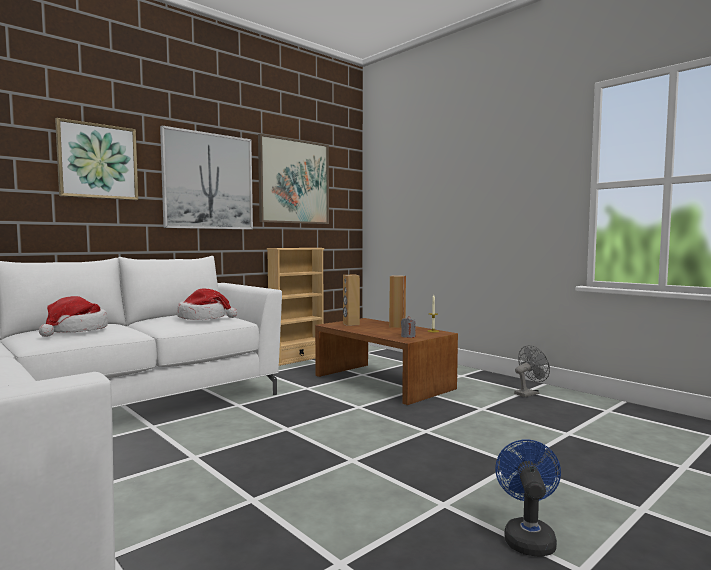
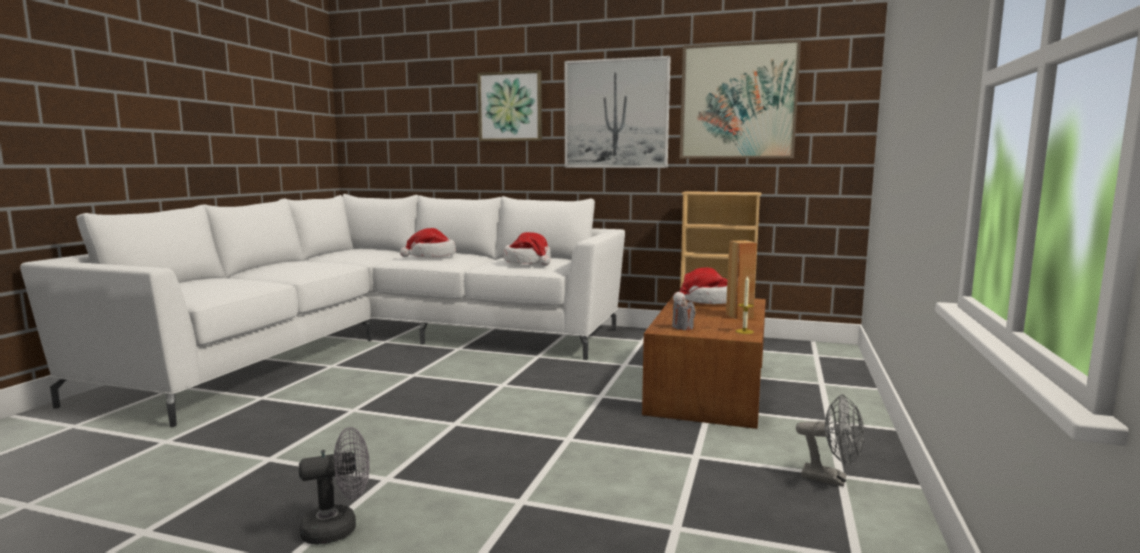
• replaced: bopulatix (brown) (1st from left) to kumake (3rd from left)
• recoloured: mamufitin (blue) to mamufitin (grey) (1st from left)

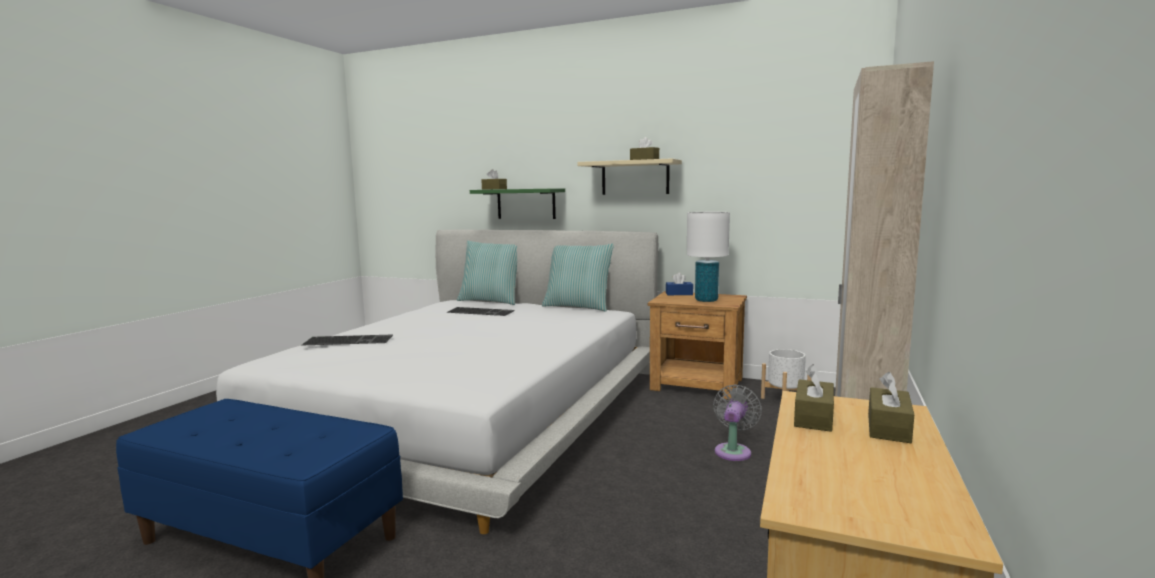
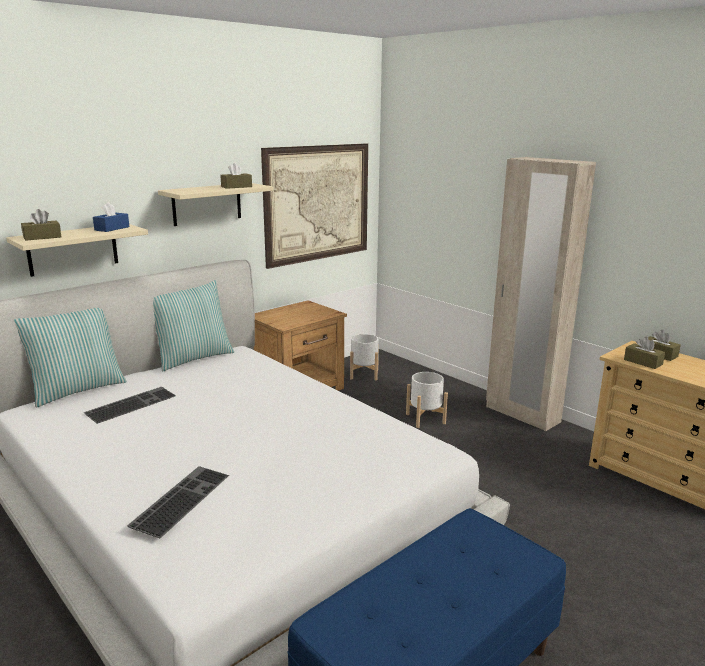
• removed: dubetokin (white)
• added: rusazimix
• moved: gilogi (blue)
• replaced: mamufitin (grey) to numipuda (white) (2nd from left)
• recoloured: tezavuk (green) to tezavuk (beige) (1st from left)

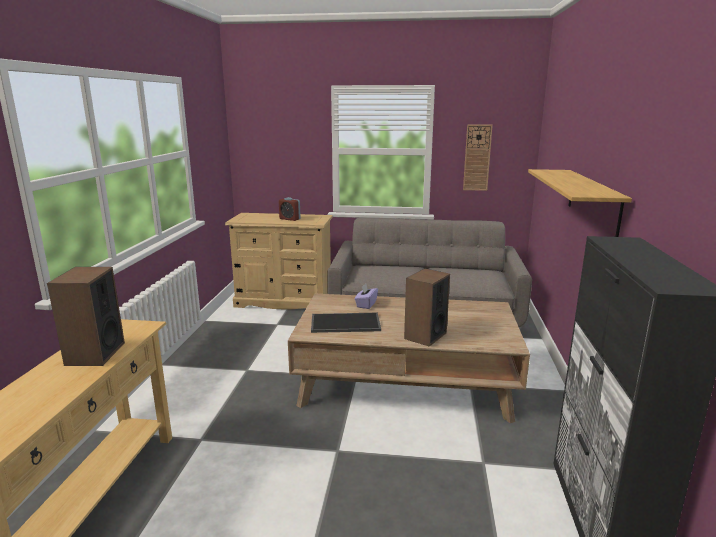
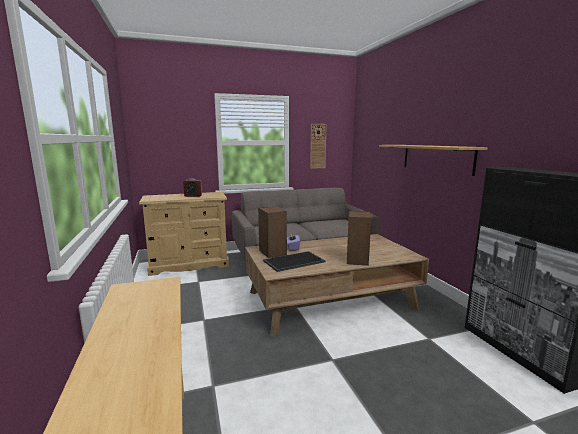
• moved: bopulatix (1st from left)

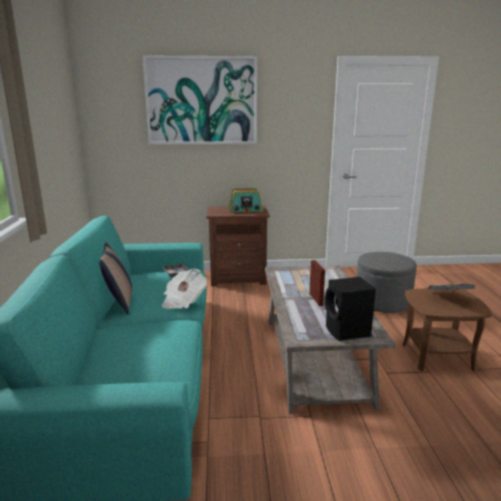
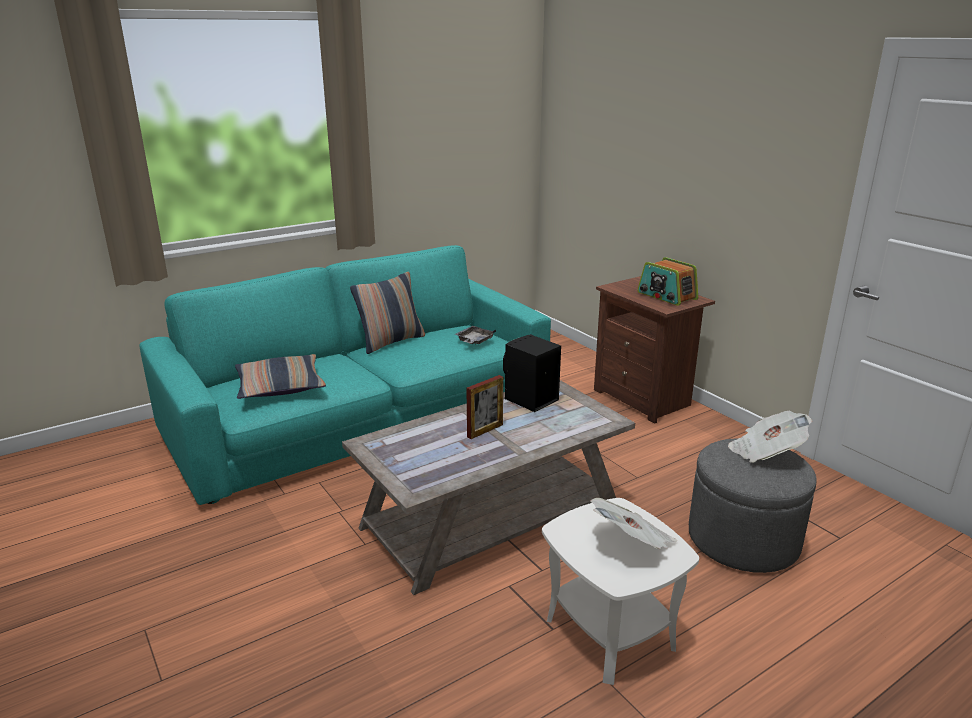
• removed: rusazimix
• added: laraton (1st from left)
• moved: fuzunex (1st from left in the first image) to fuzunex (2nd from left)
• moved: bopulatix (black)
• recoloured: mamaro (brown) to mamaro (white)

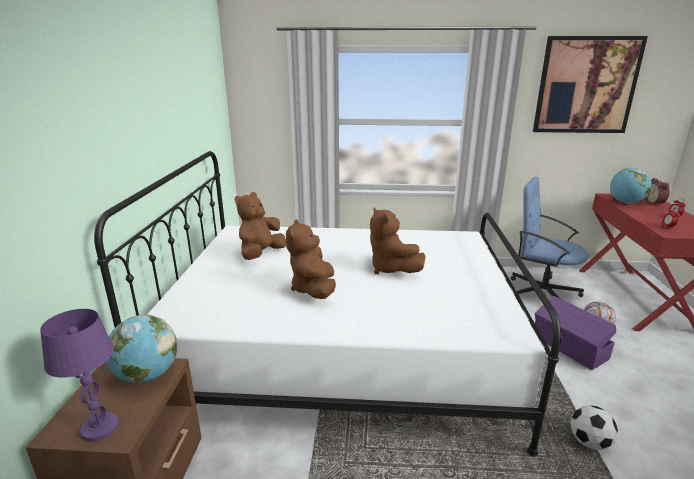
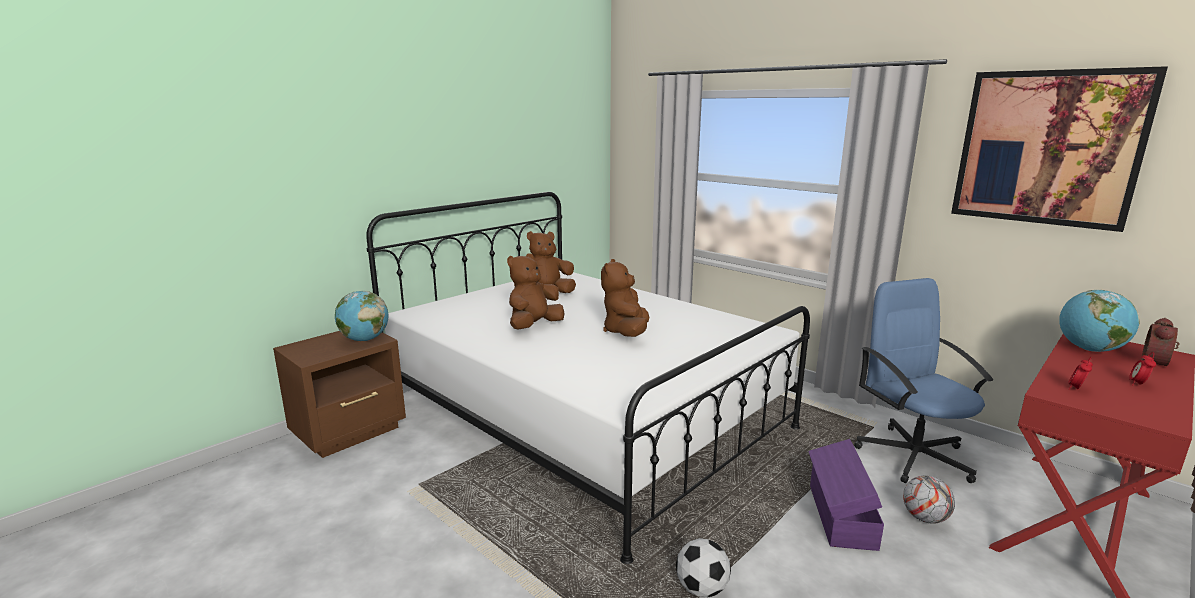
• removed: dubetokin (purple)

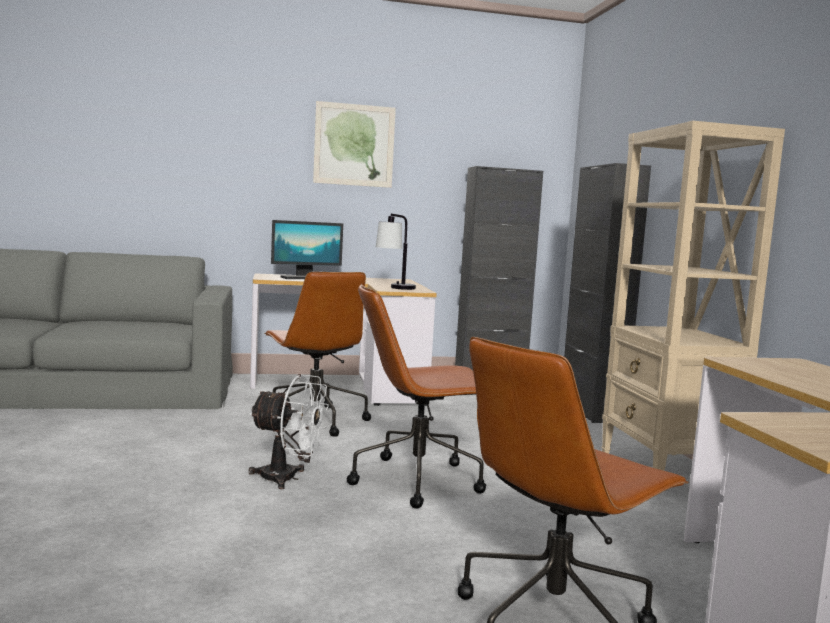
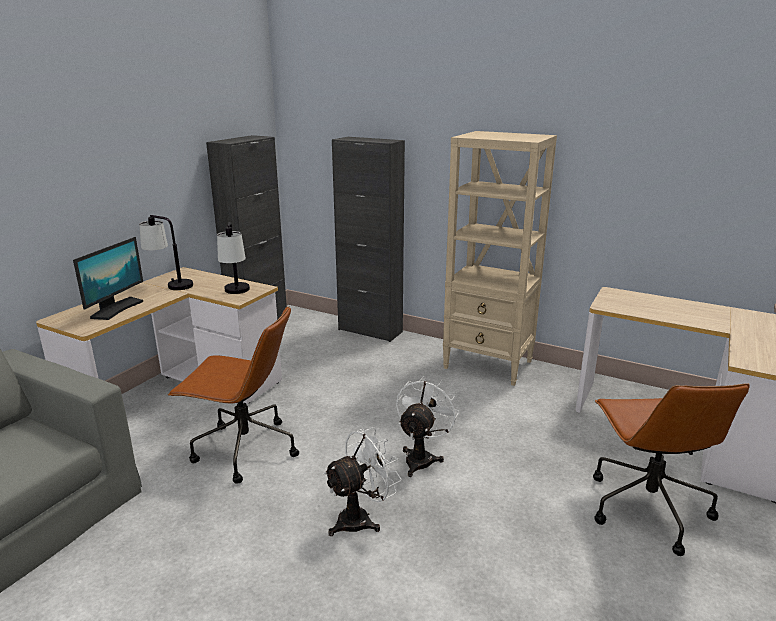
• removed: rusazimix
• added: dubetokin (1st from left)
• replaced: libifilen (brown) (2nd from left) to mamufitin (white) (2nd from left)

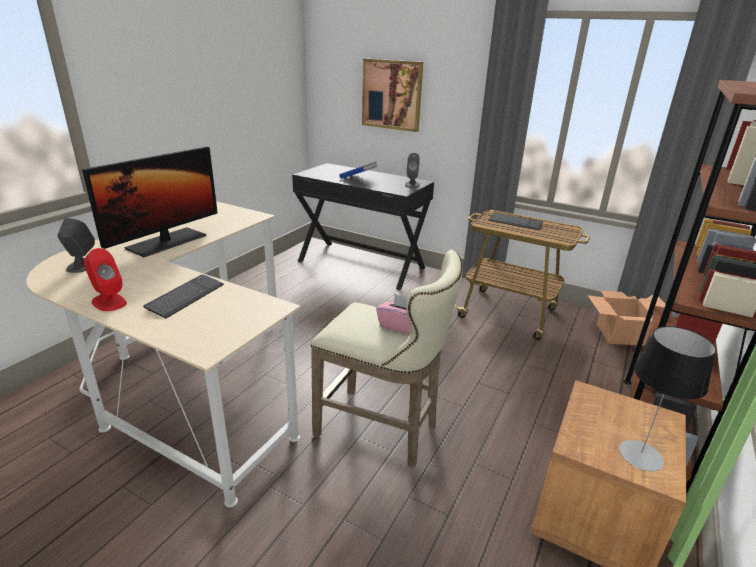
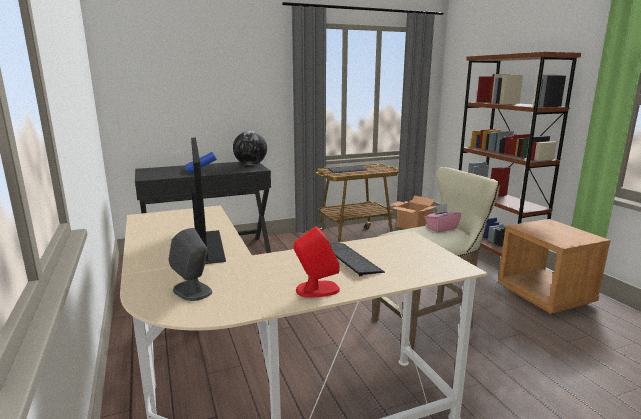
• removed: rusazimix
• removed: dubetokin
• replaced: bopulatix (grey) (2nd from left) to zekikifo

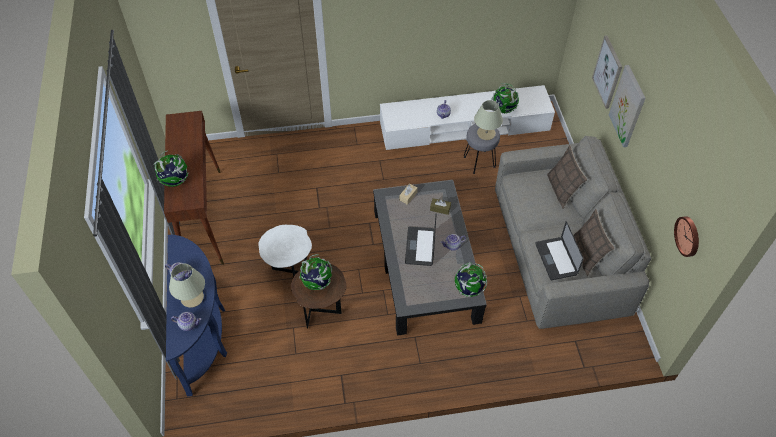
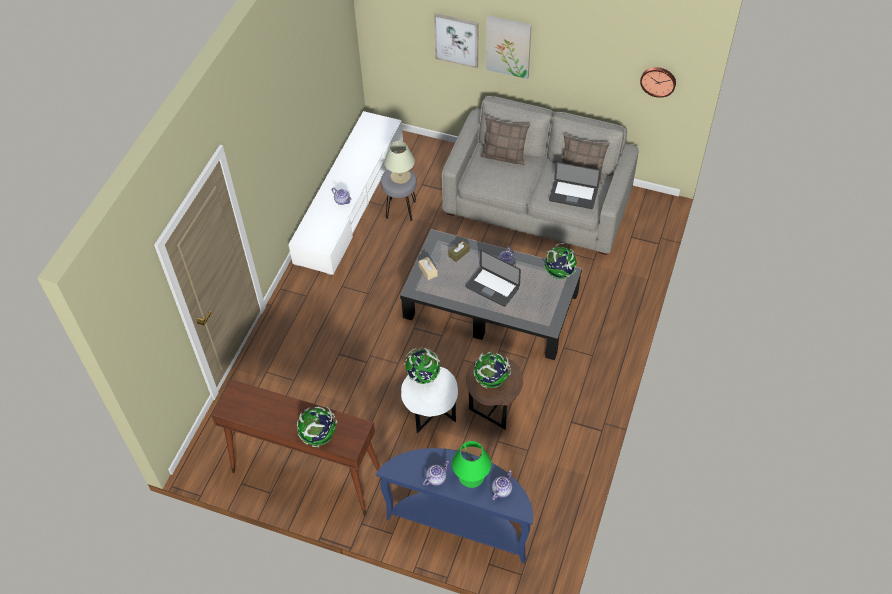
• moved: zekikifo (4th from left in the first image) to zekikifo (2nd from left)
• recoloured: dubetokin (beige) (1st from left) to dubetokin (green)

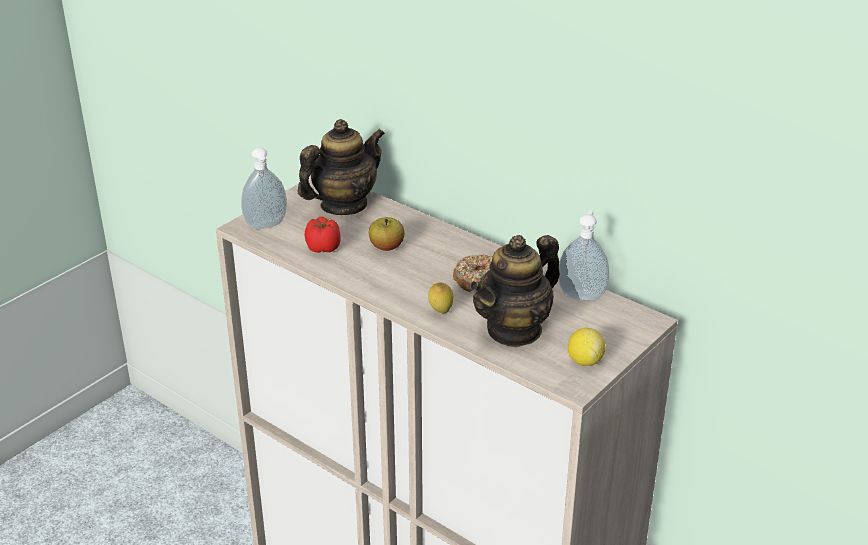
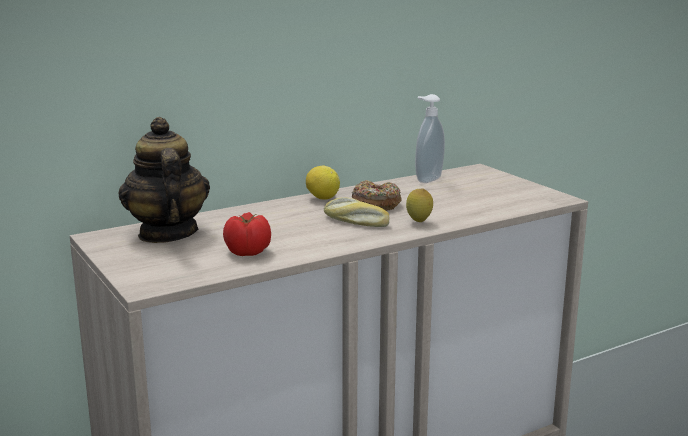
• removed: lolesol (1st from left)
• removed: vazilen
• removed: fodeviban (2nd from left)
• added: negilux
• moved: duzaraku (2nd from left in the first image) to duzaraku (1st from left)

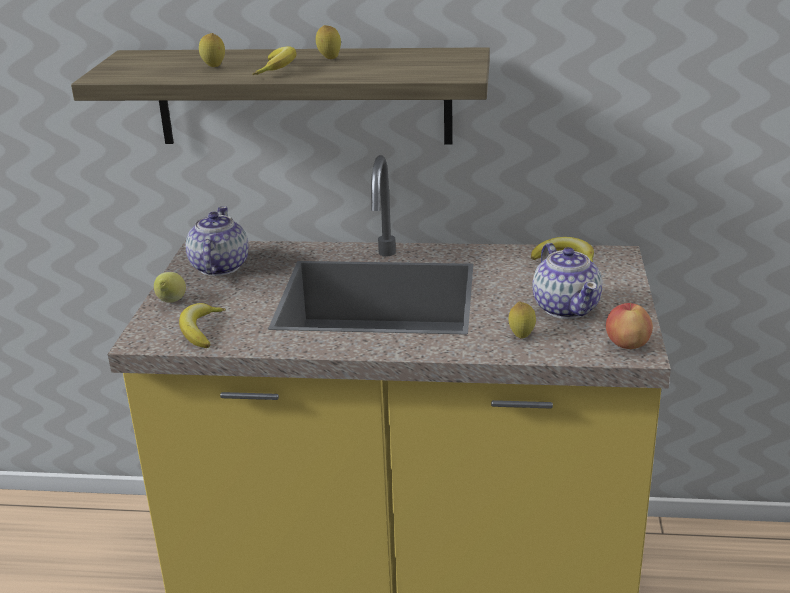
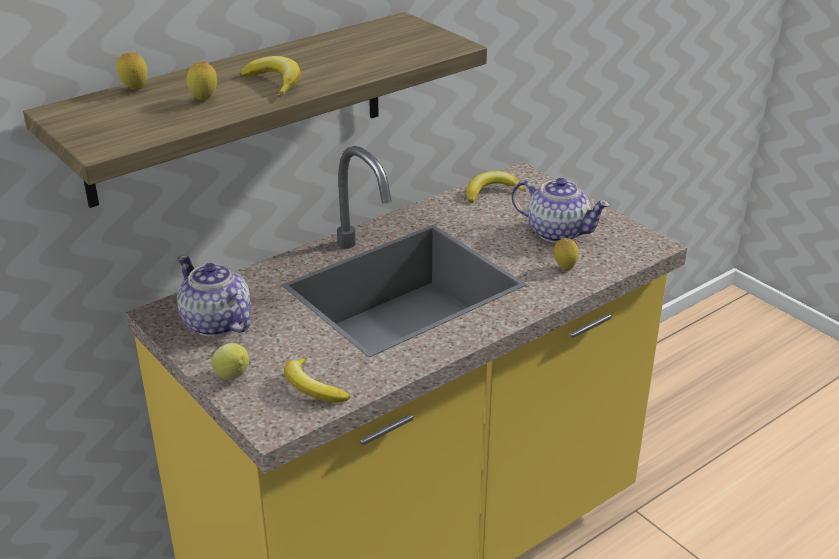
• removed: vazilen
• moved: duzaraku (3rd from left in the first image) to duzaraku (1st from left)

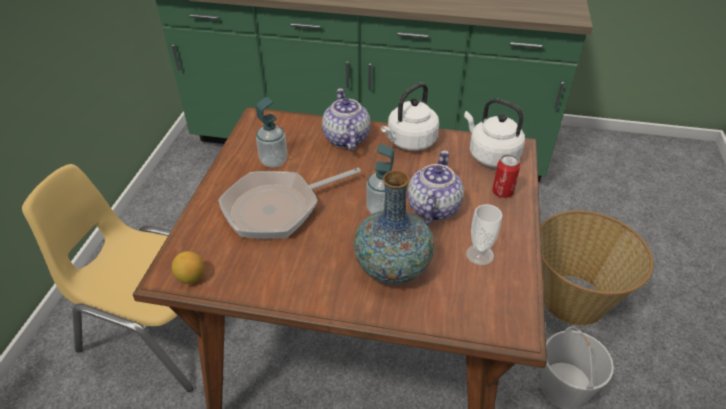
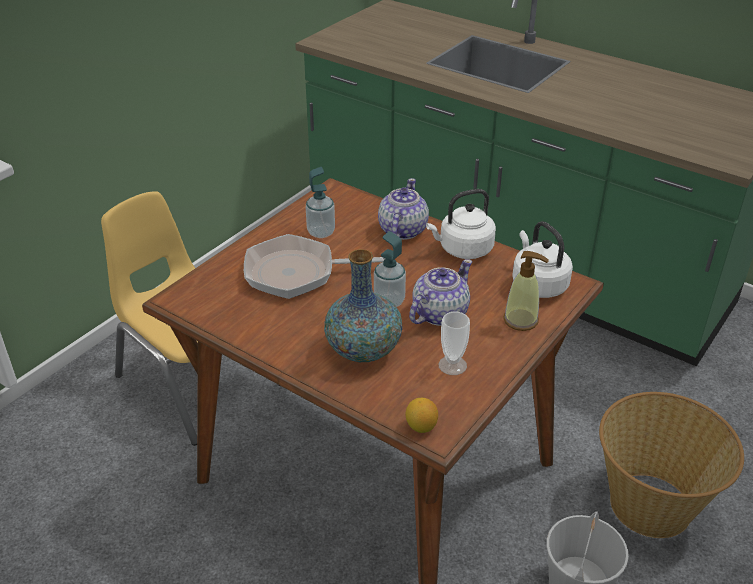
• moved: duzaraku
• replaced: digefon to lolesol (3rd from left)

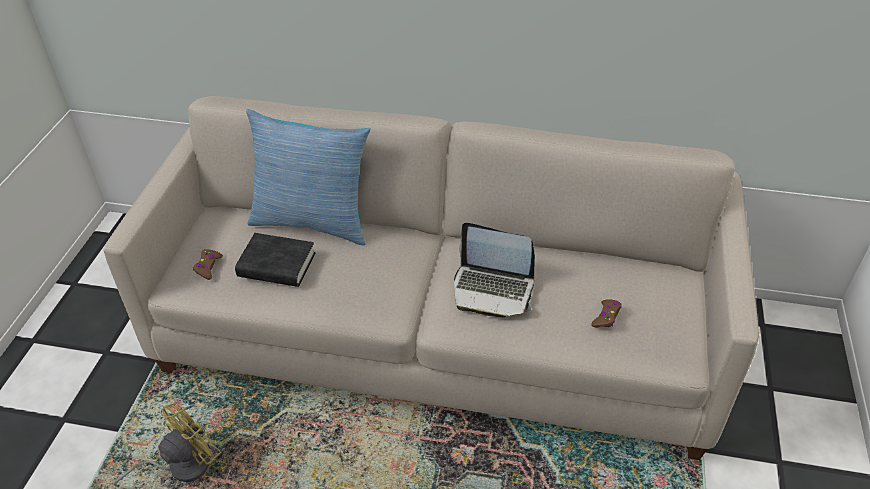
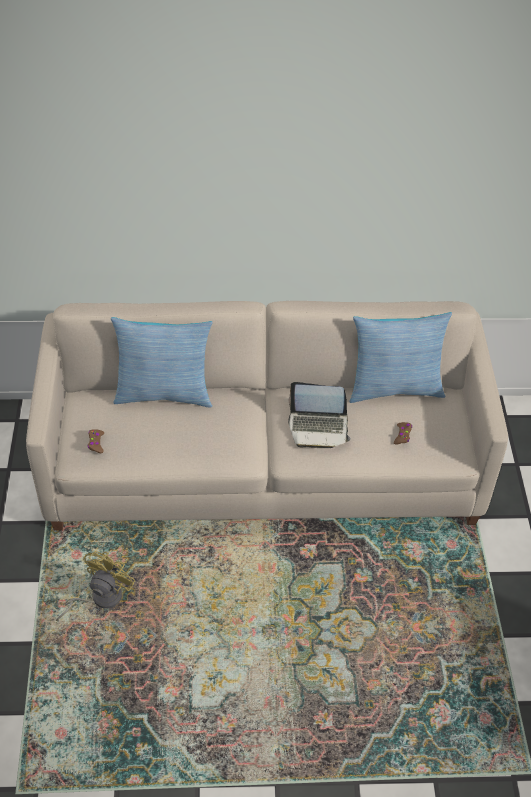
• removed: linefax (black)
• added: laraton (2nd from left)

